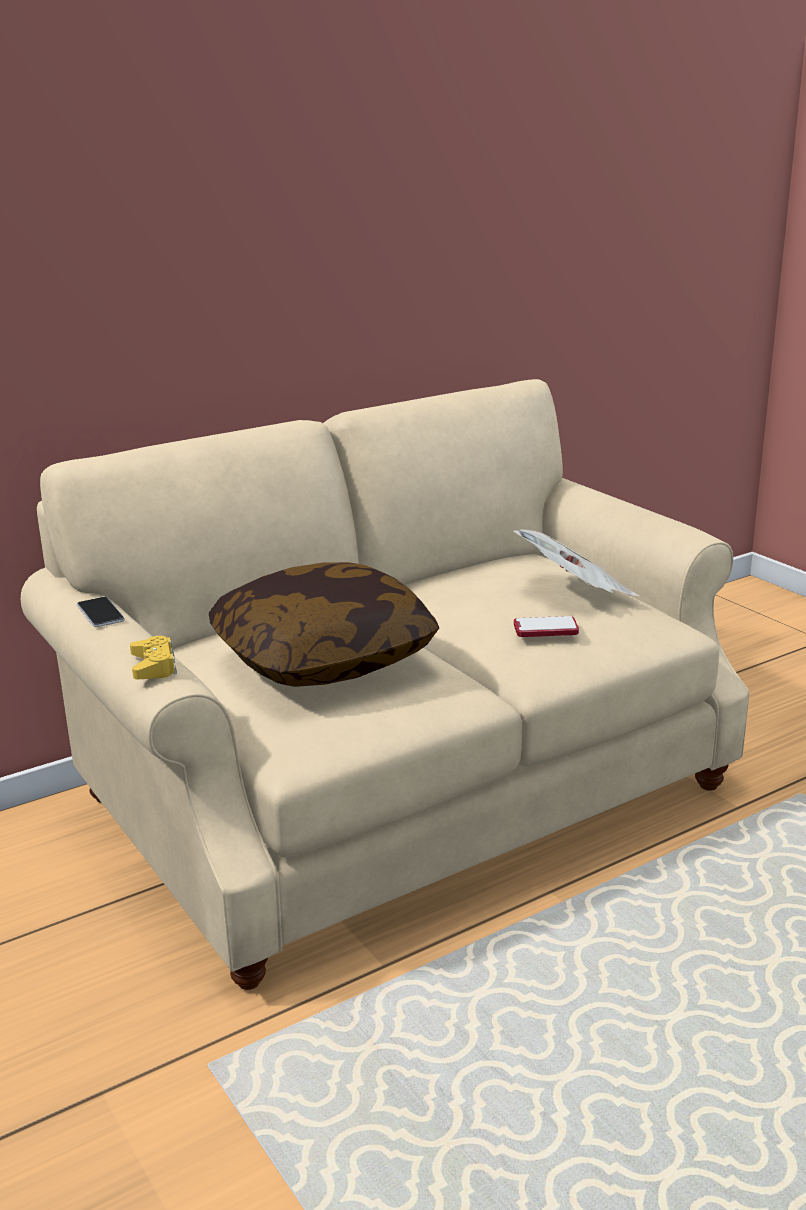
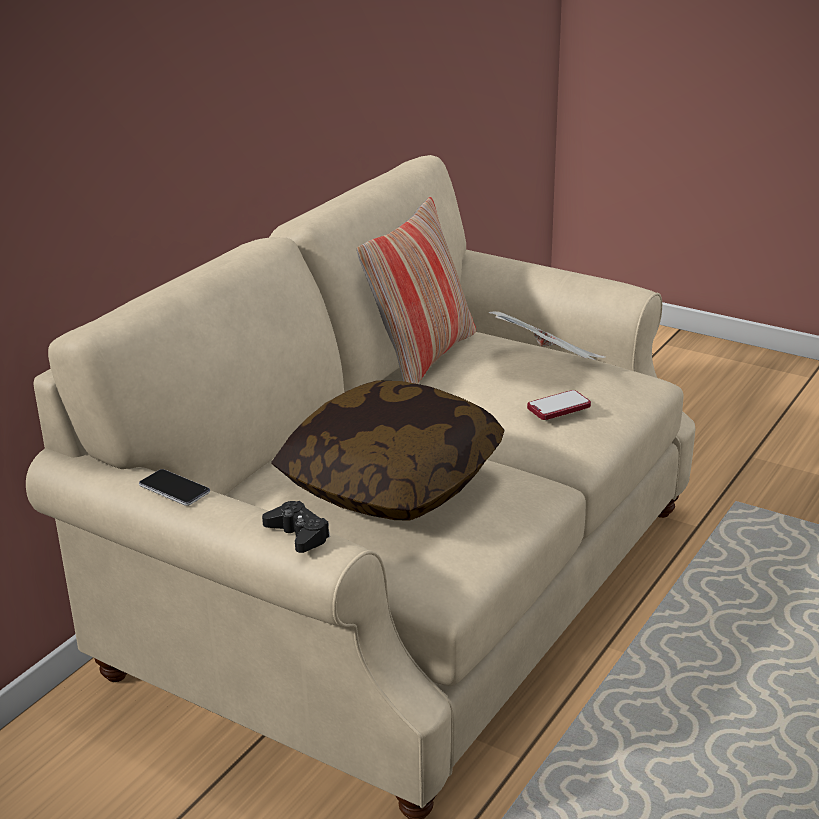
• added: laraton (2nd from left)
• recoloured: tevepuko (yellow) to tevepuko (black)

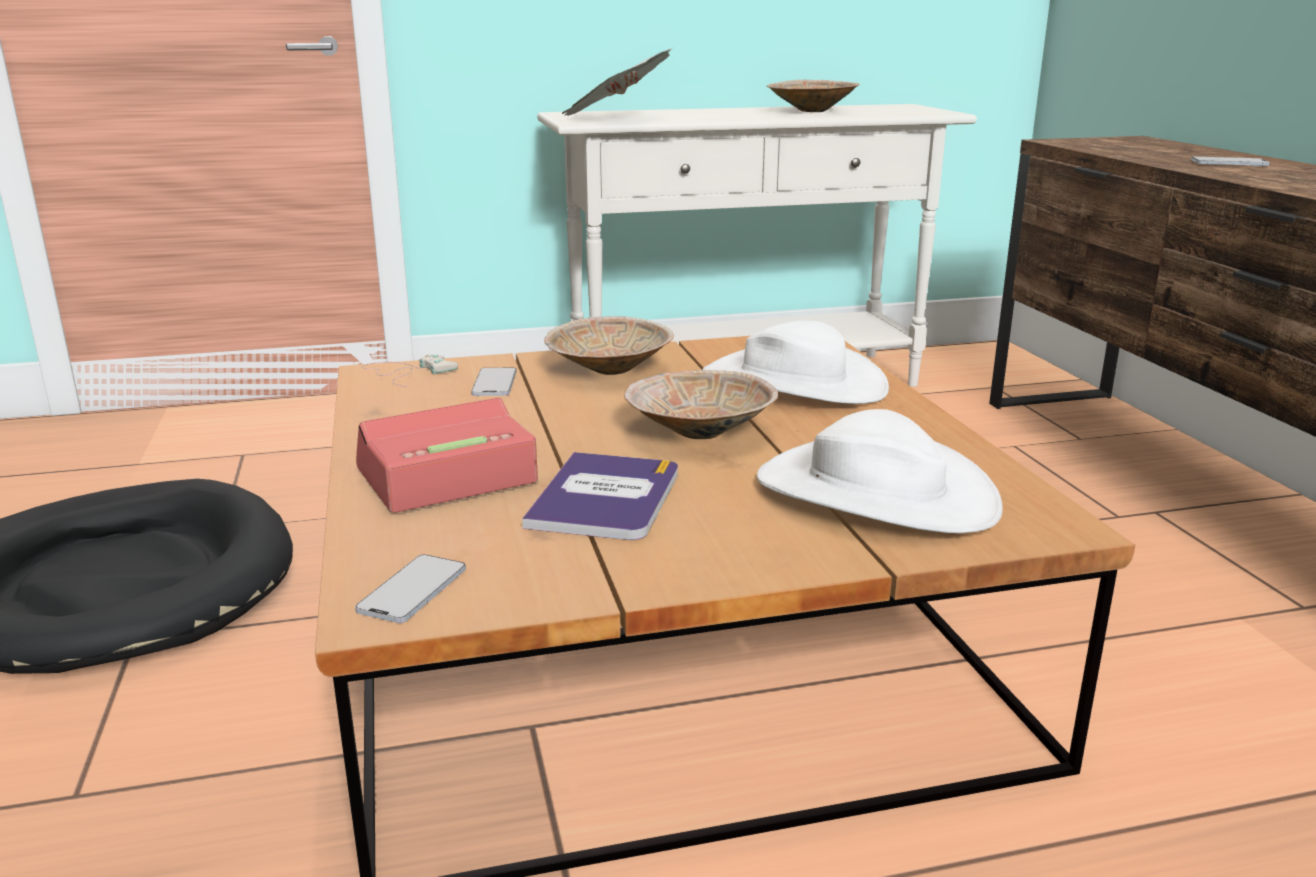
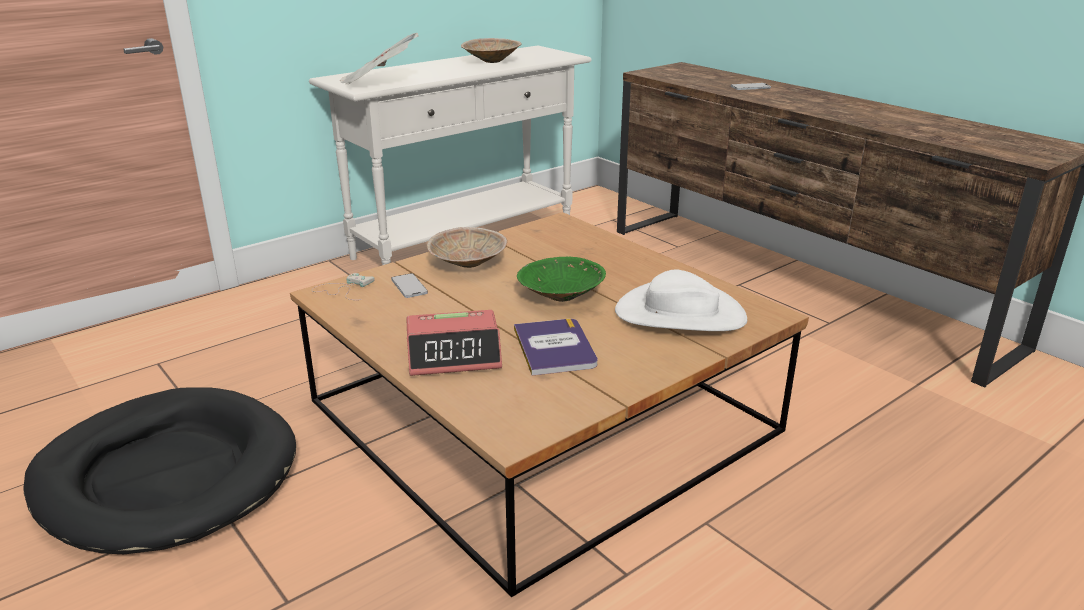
• removed: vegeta (1st from left)
• removed: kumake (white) (1st from left)
• recoloured: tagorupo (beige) (2nd from left) to tagorupo (green)
• turned: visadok 135 degrees counterclockwise

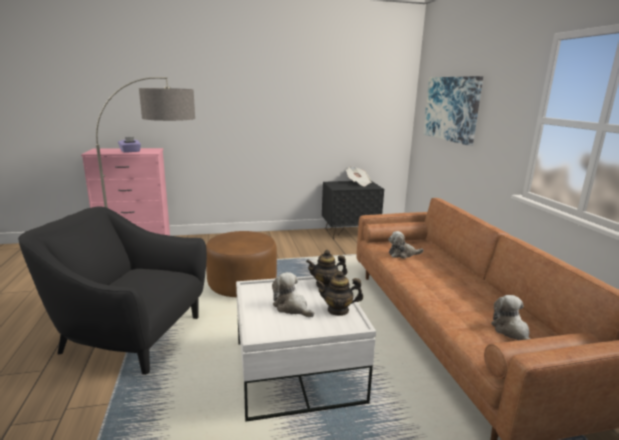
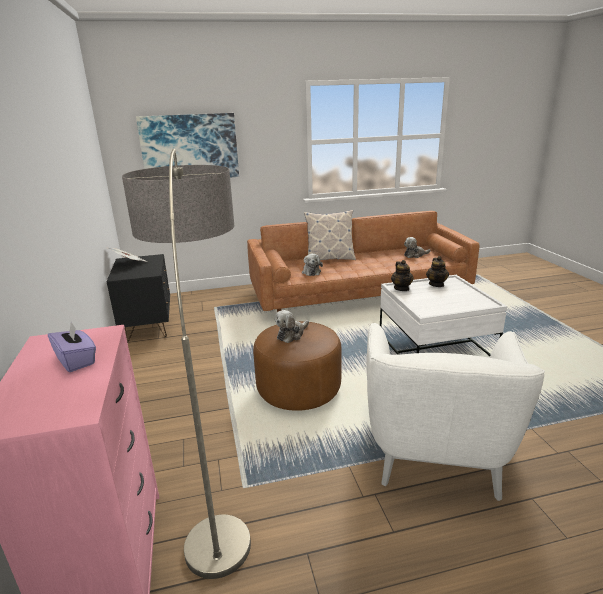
• added: laraton
• moved: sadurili (1st from left)
• recoloured: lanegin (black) to lanegin (white)

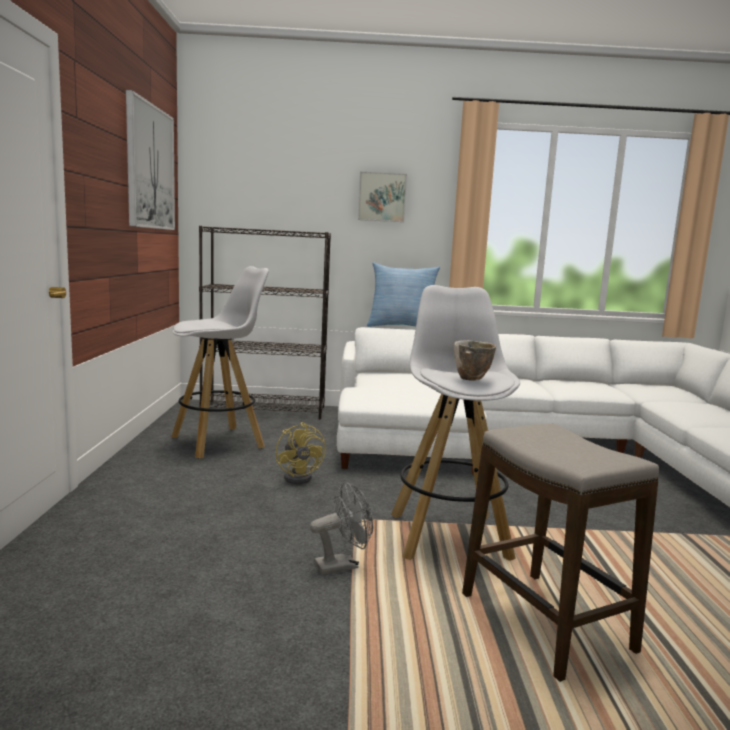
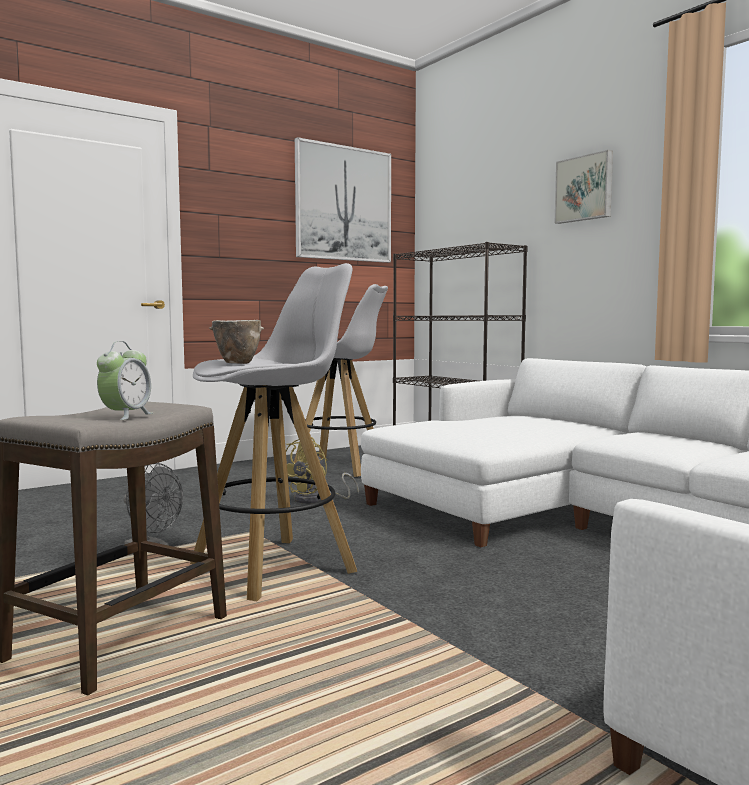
• removed: laraton
• added: visadok

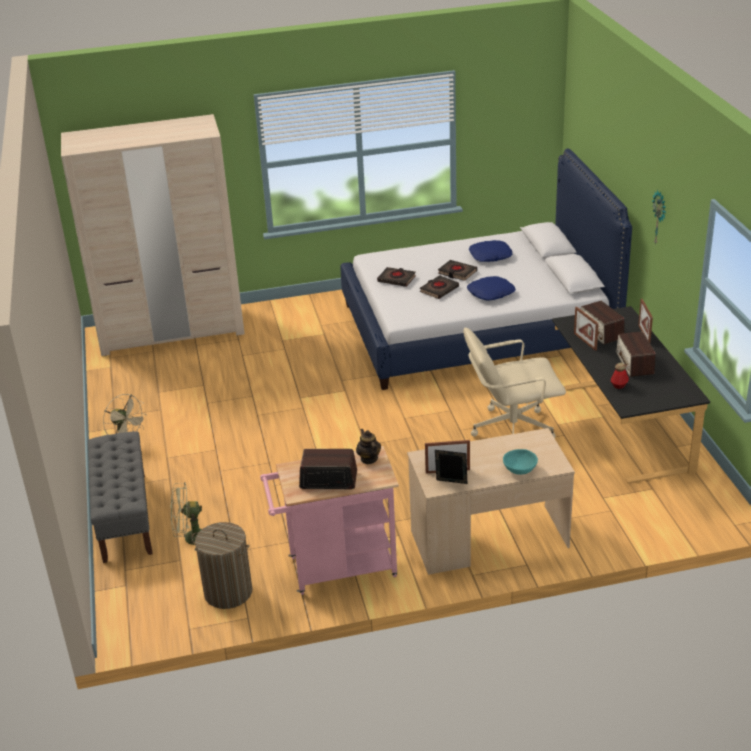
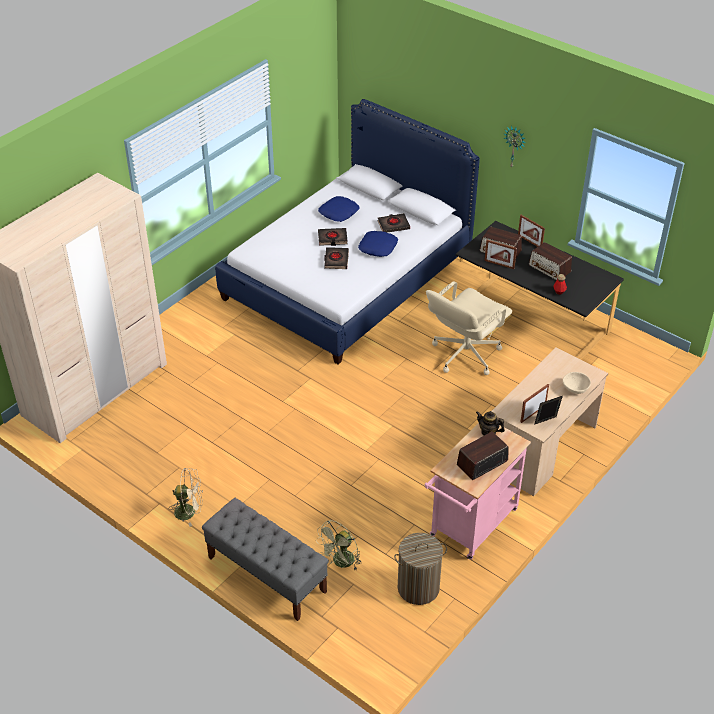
• moved: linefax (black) (1st from left in the first image) to linefax (black) (3rd from left)
• recoloured: tagorupo (turquoise) to tagorupo (beige)

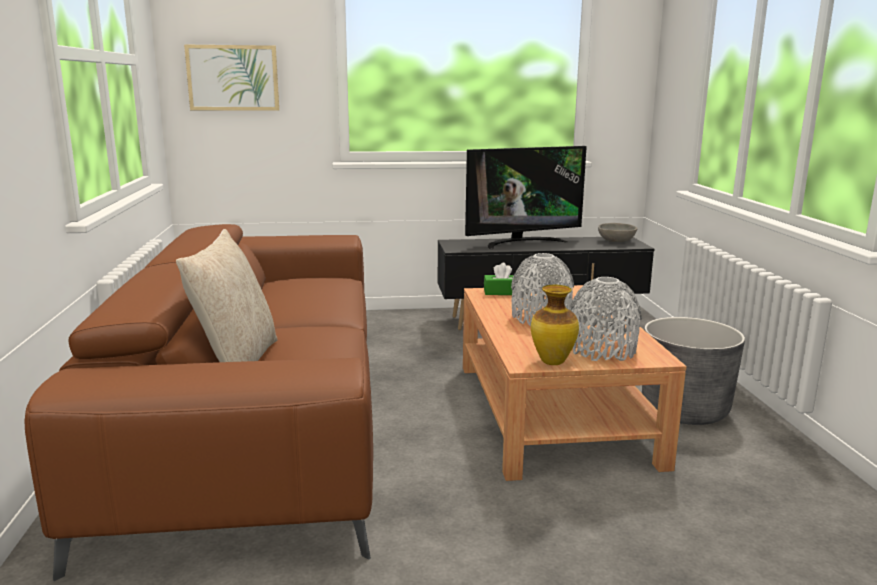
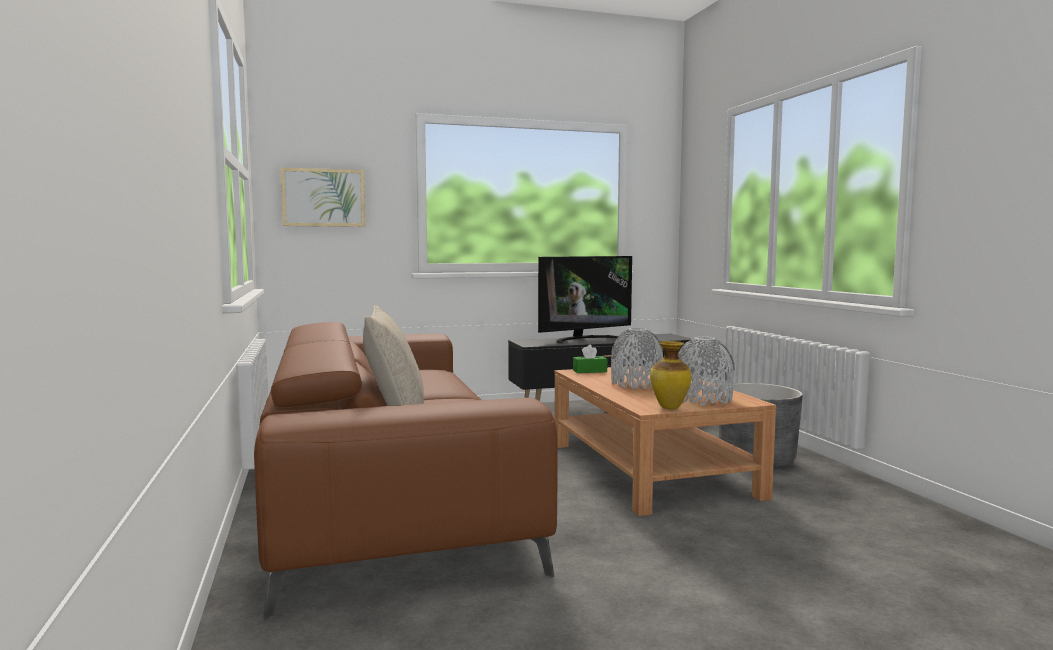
• removed: tagorupo (grey)

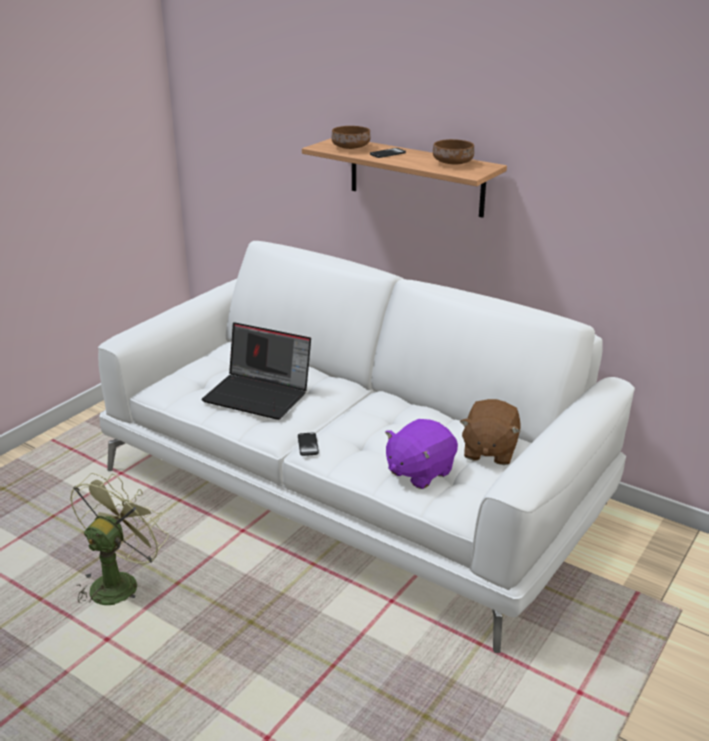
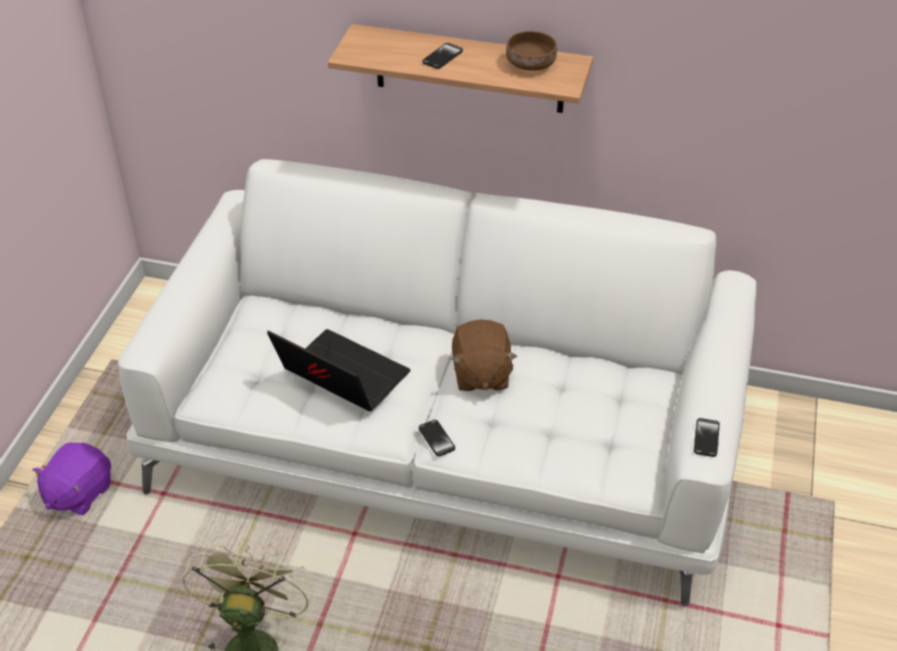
• removed: tagorupo (brown) (1st from left)
• added: vegeta (3rd from left)
• moved: sadurili (purple)
• moved: sadurili (brown)
• turned: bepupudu 150 degrees counterclockwise

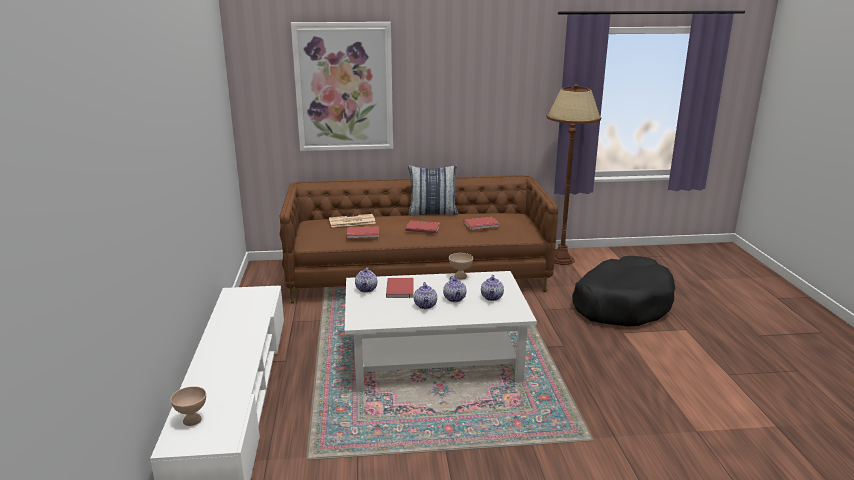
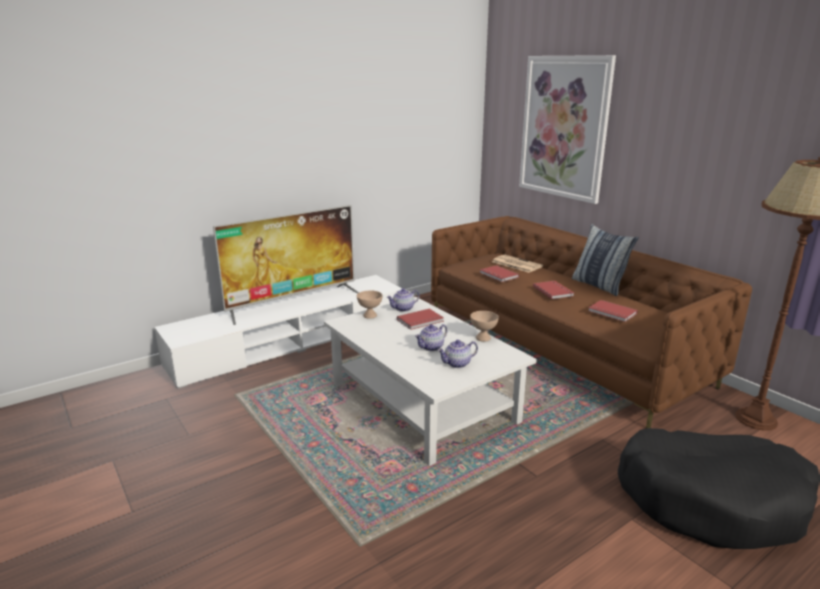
• removed: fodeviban (2nd from left)
• added: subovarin
• moved: tagorupo (beige) (1st from left)

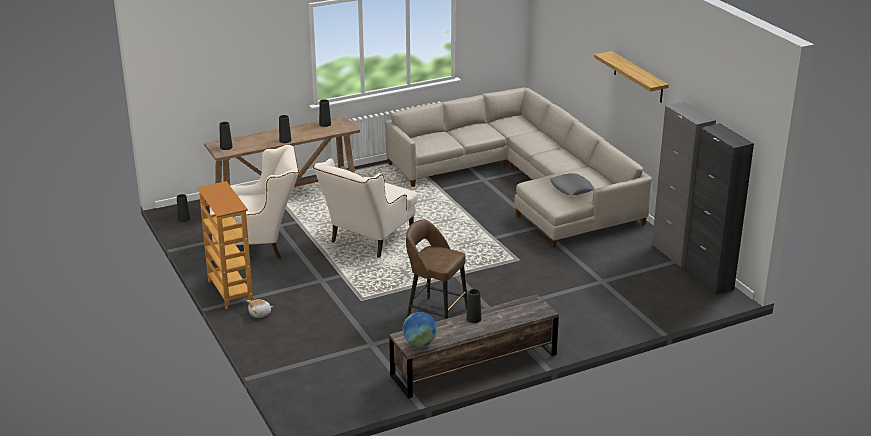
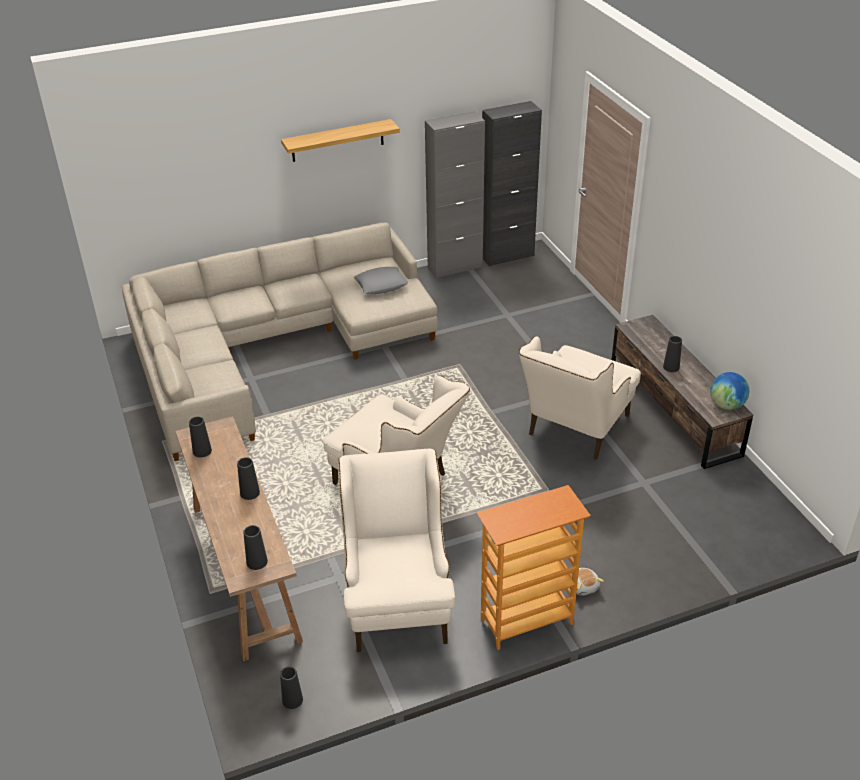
• replaced: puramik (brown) to lanegin (beige) (3rd from left)

